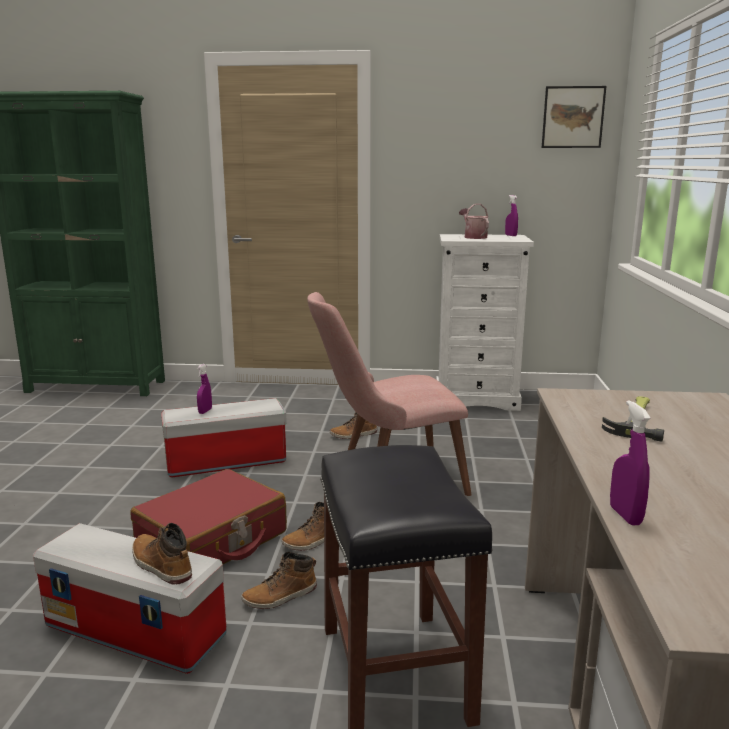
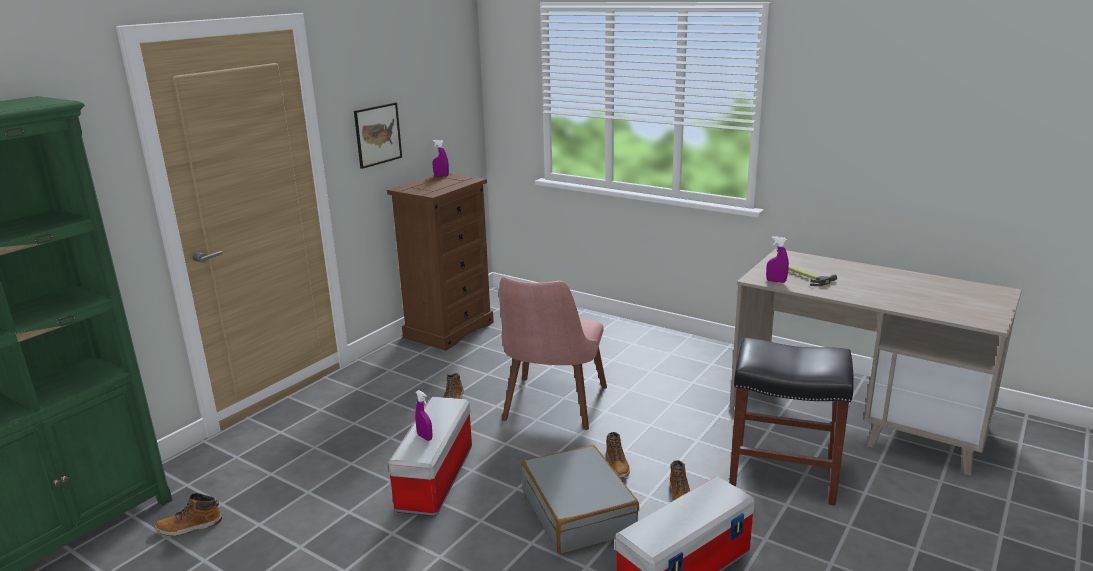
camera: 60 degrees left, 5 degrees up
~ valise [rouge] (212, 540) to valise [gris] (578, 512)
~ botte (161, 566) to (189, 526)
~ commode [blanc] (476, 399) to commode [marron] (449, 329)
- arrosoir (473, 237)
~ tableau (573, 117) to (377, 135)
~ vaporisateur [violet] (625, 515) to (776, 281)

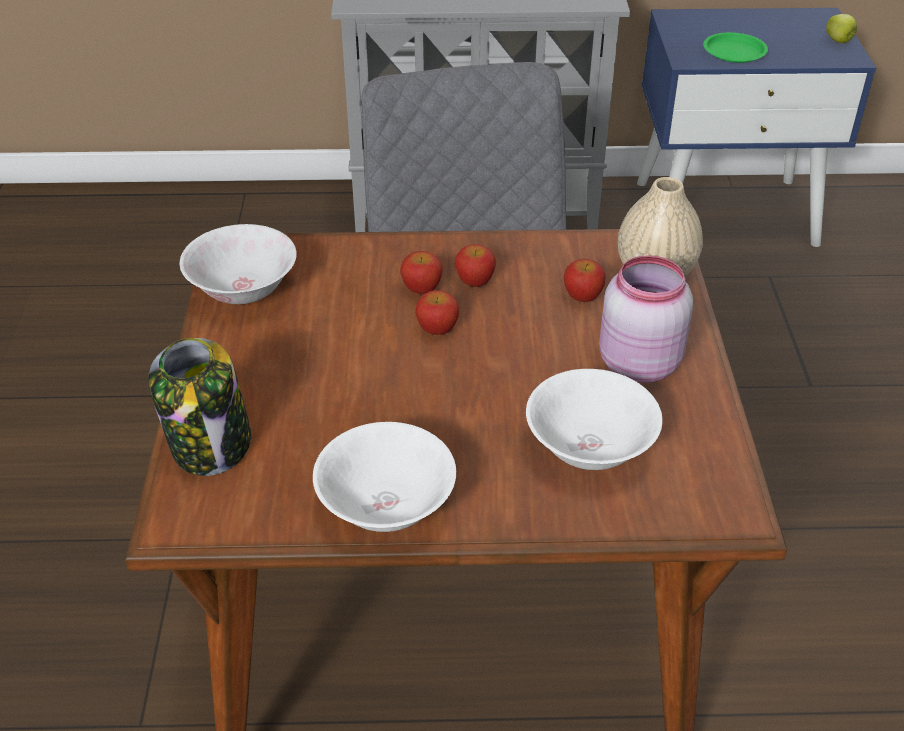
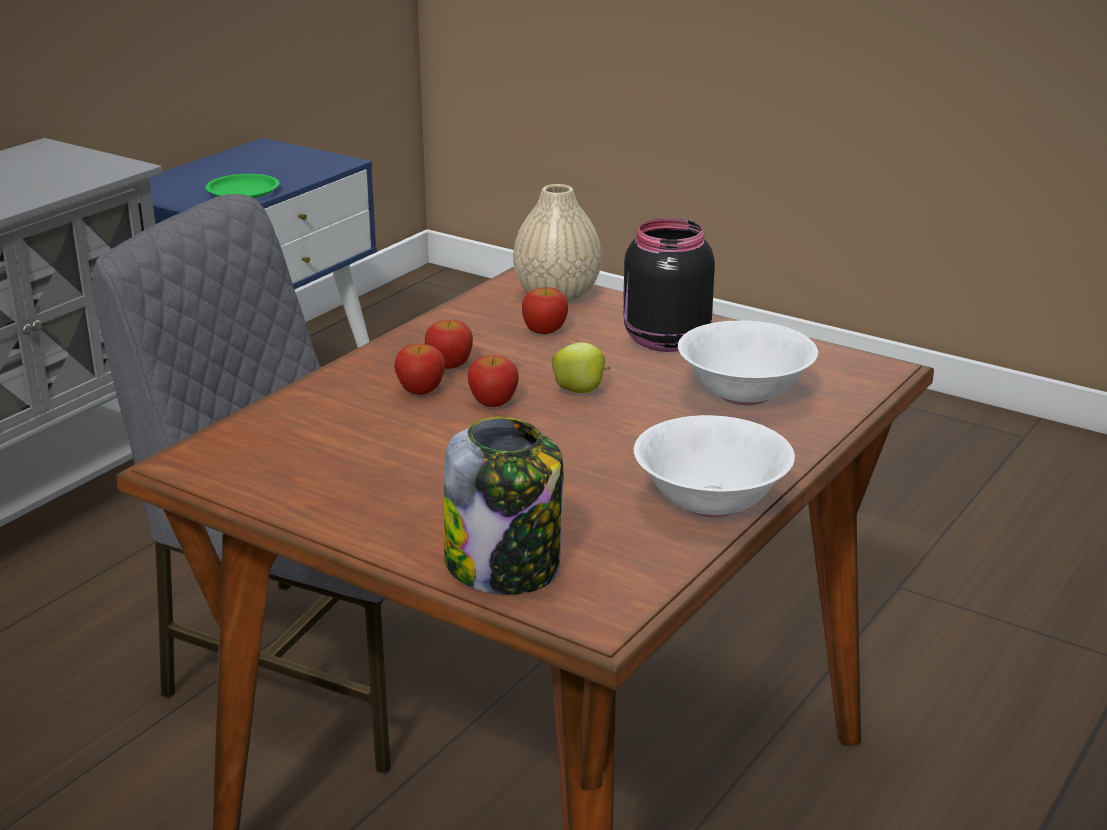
camera: 55 degrees left, 15 degrees down
- bol [blanc] (244, 290)
~ bocal [rose] (636, 363) to bocal [noir] (663, 341)
~ pomme (839, 41) to (580, 391)

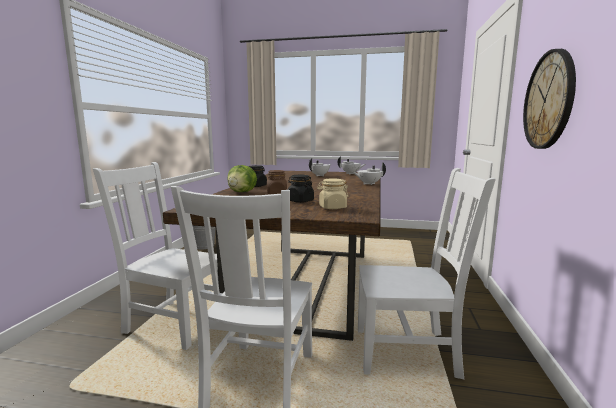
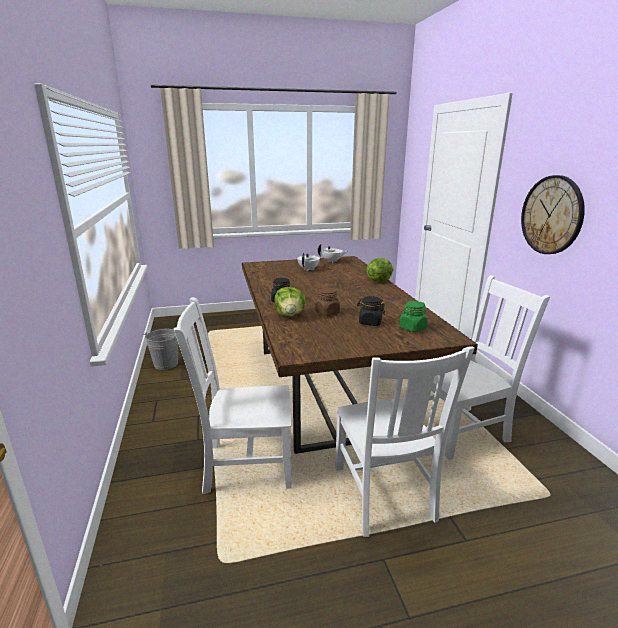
camera: 25 degrees left, 10 degrees up
~ bocal [beige] (332, 207) to bocal [vert] (412, 328)
~ théière [blanc] (368, 184) to laitue (379, 280)

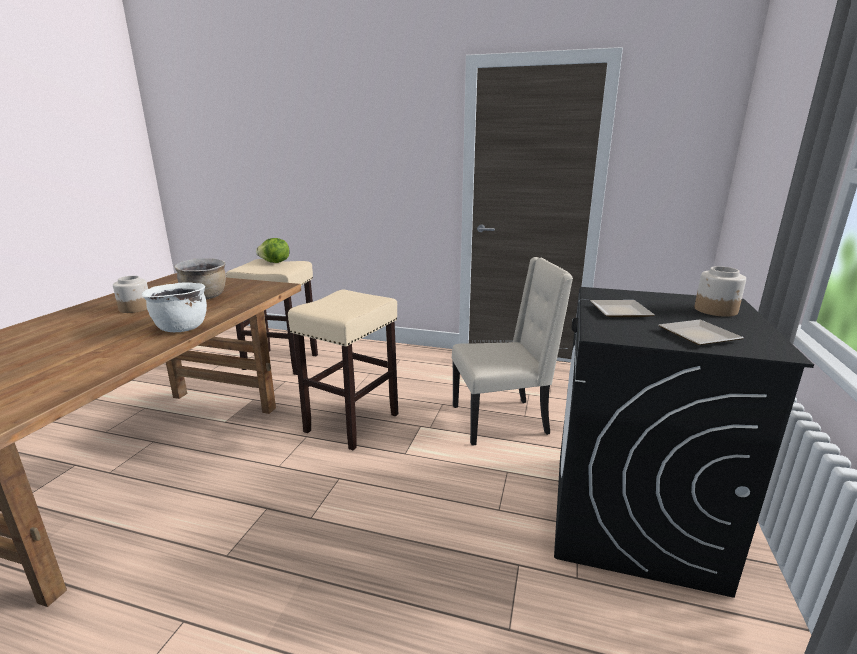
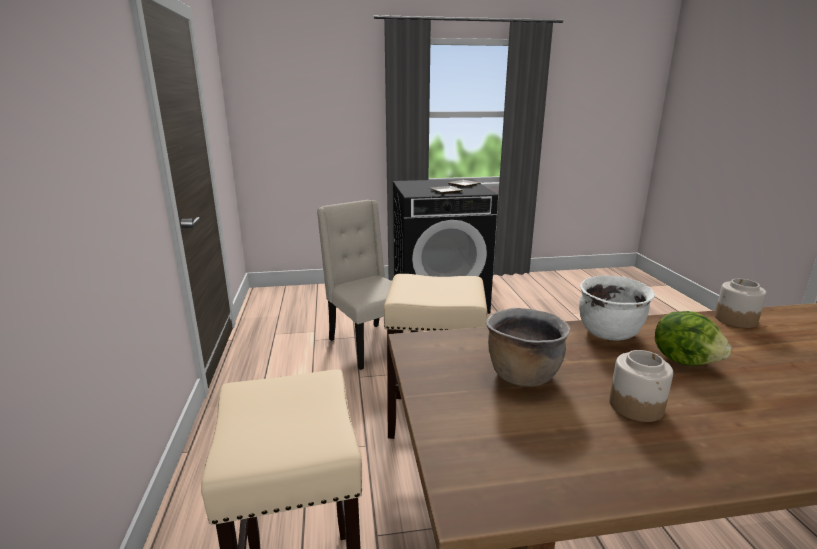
camera: 115 degrees left, 0 degrees up
~ laitue (275, 262) to (685, 360)
~ bocal (716, 310) to (735, 319)

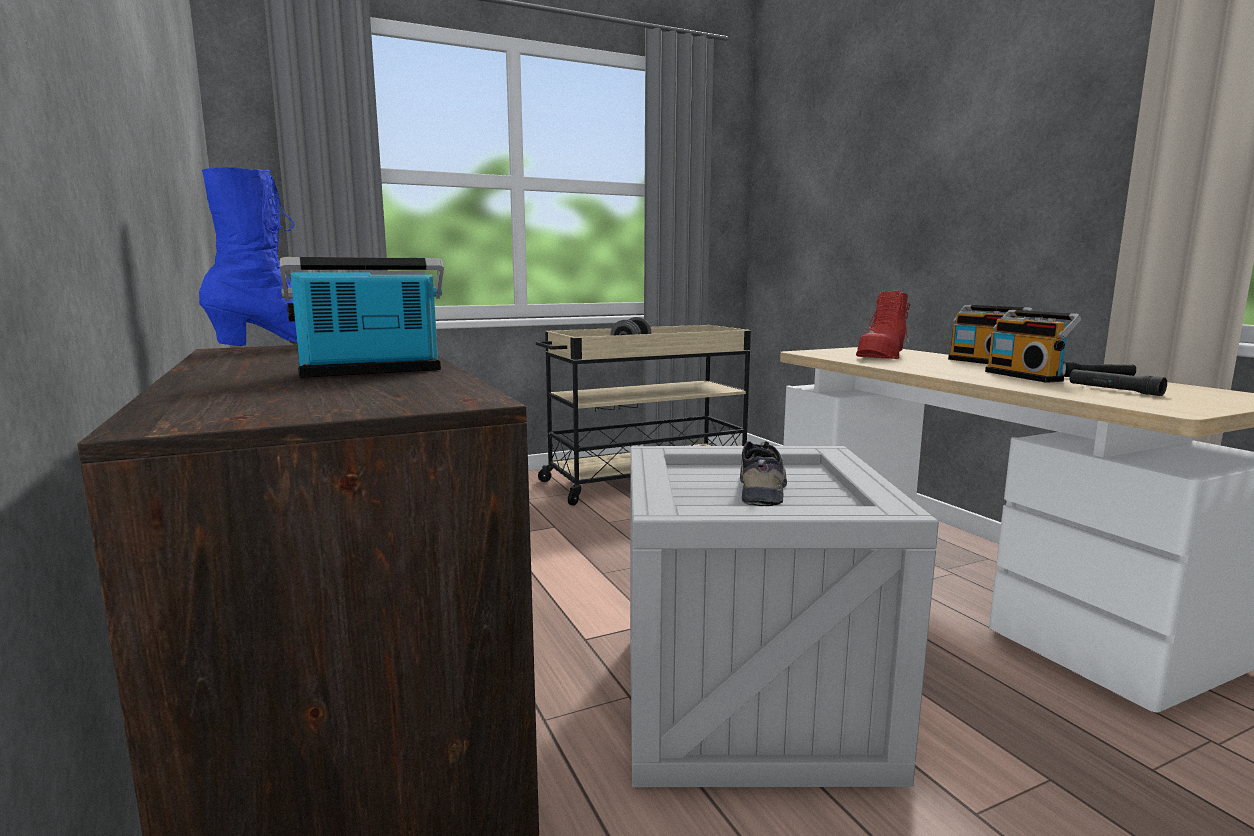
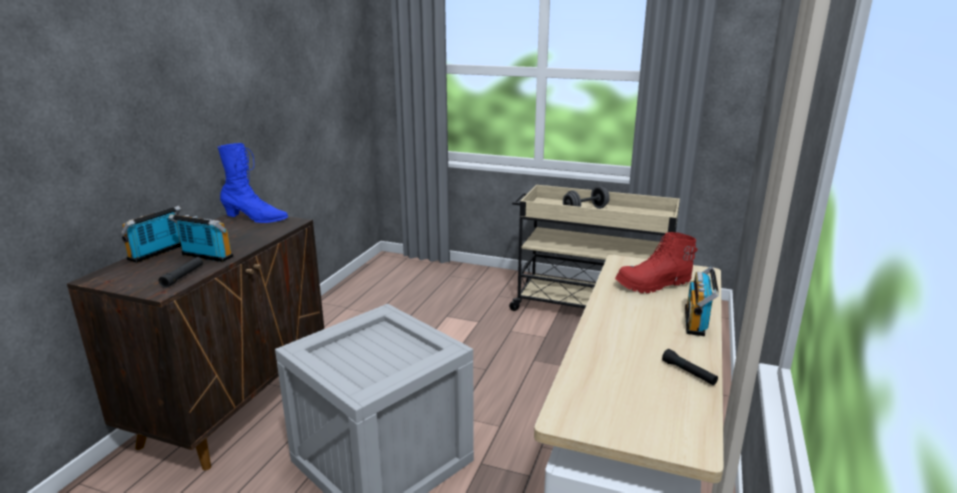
camera: 45 degrees right, 10 degrees up
- chaussure (764, 488)
~ radio (1026, 376) to (157, 253)
~ lampe de poche [noir] (1114, 390) to (183, 276)

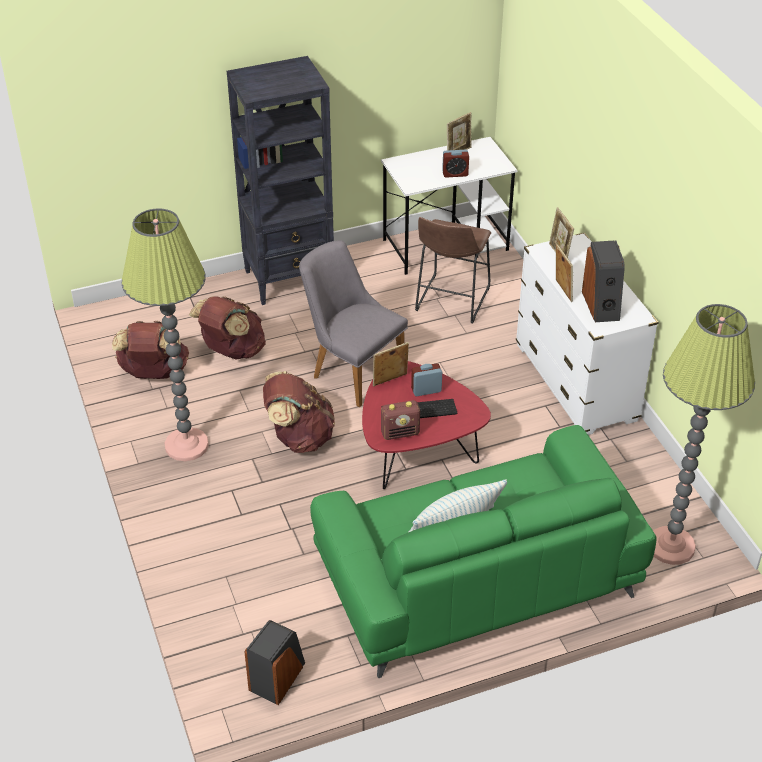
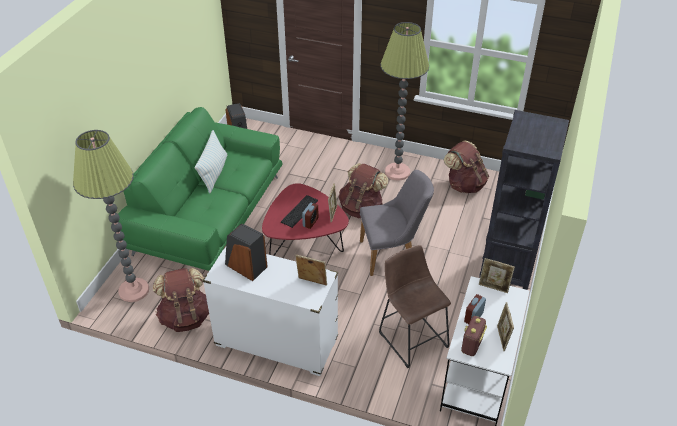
camera: 130 degrees right, 0 degrees up
~ sac à dos [marron] (232, 351) to (186, 317)
~ radio (400, 433) to (471, 345)
~ cadre photo (562, 291) to (493, 287)

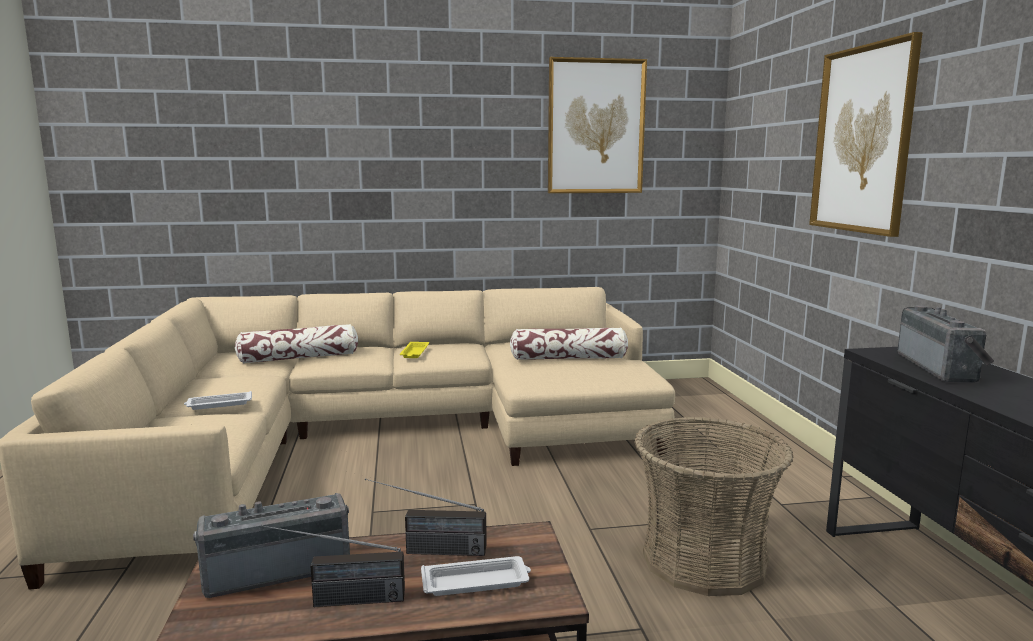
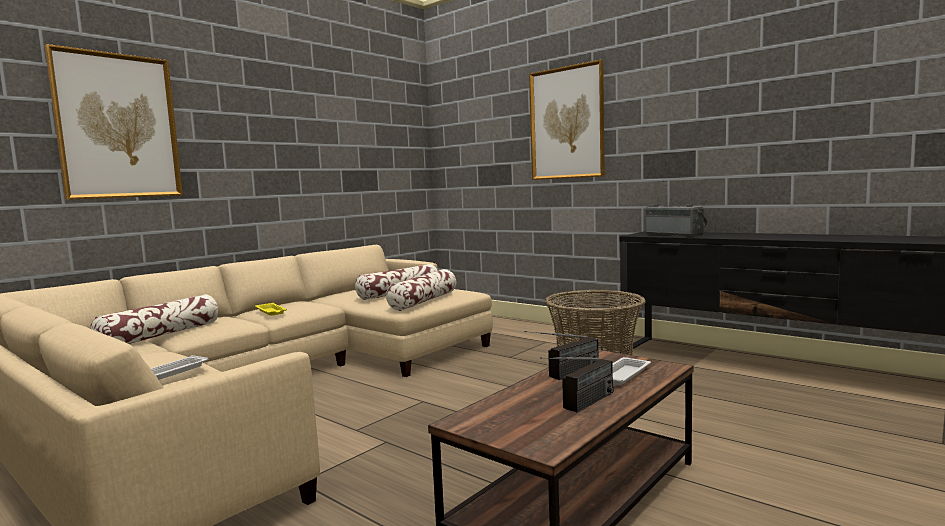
camera: 40 degrees left, 5 degrees down
- radio (278, 569)
~ tableau (595, 127) to (118, 126)
+ coussin (424, 301)

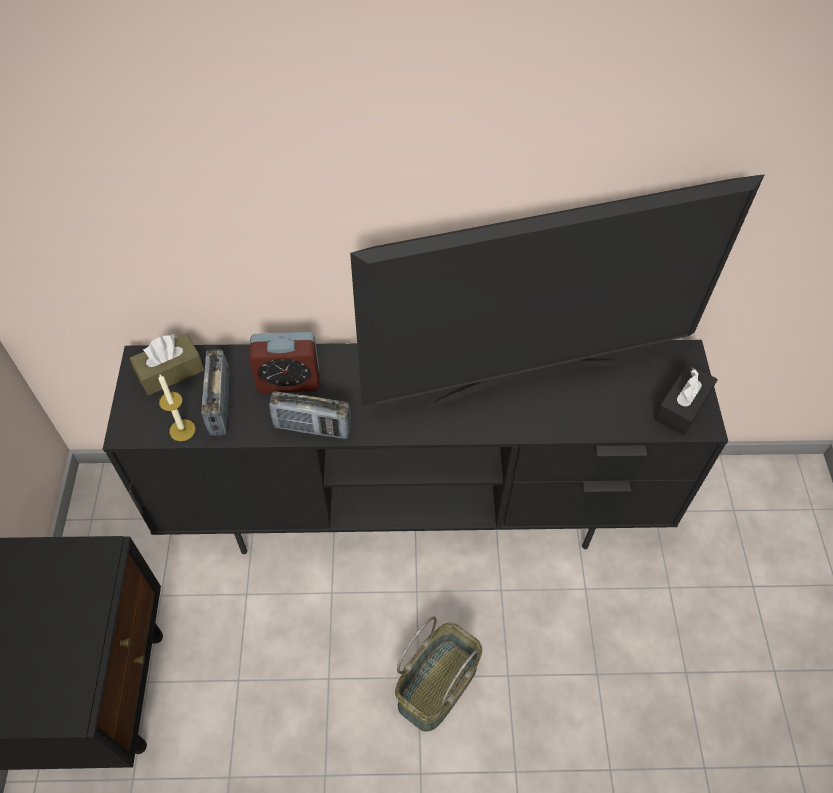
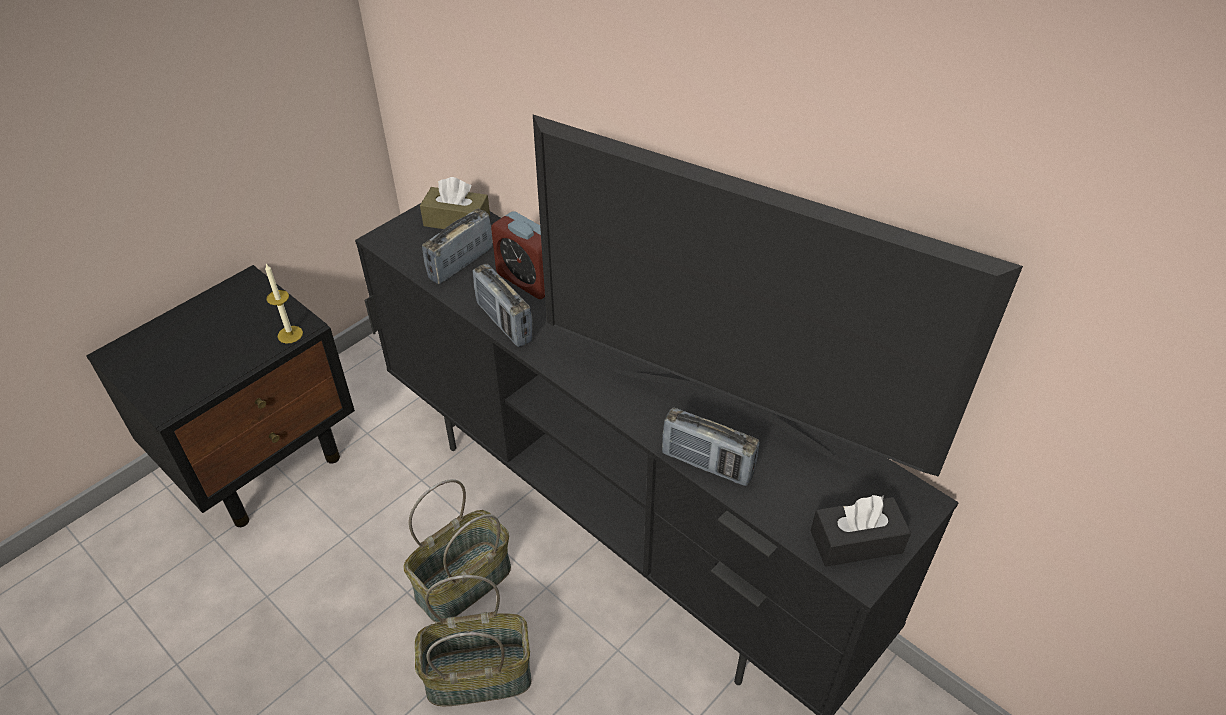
camera: 45 degrees right, 10 degrees down
~ bougie (182, 430) to (290, 334)
+ panier (463, 583)
+ radio (707, 464)

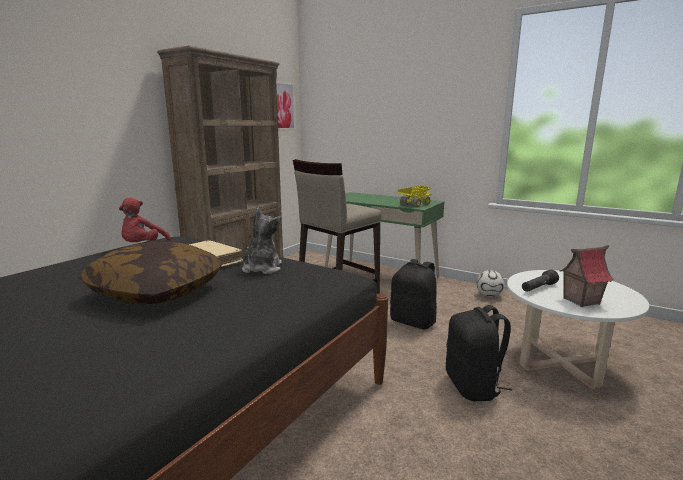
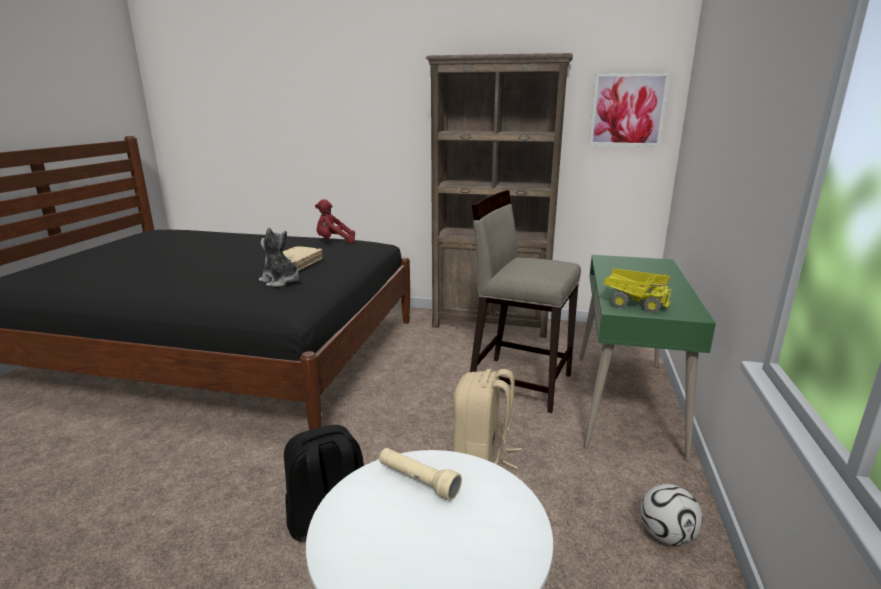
camera: 70 degrees right, 5 degrees up
- coussin (156, 292)
~ peluche (261, 269) = (280, 281) 135 degrees counterclockwise
~ sac à dos [noir] (413, 322) to sac à dos [beige] (482, 455)
~ lampe de poche [noir] (538, 288) to lampe de poche [beige] (418, 481)
- maison miniature (580, 301)

